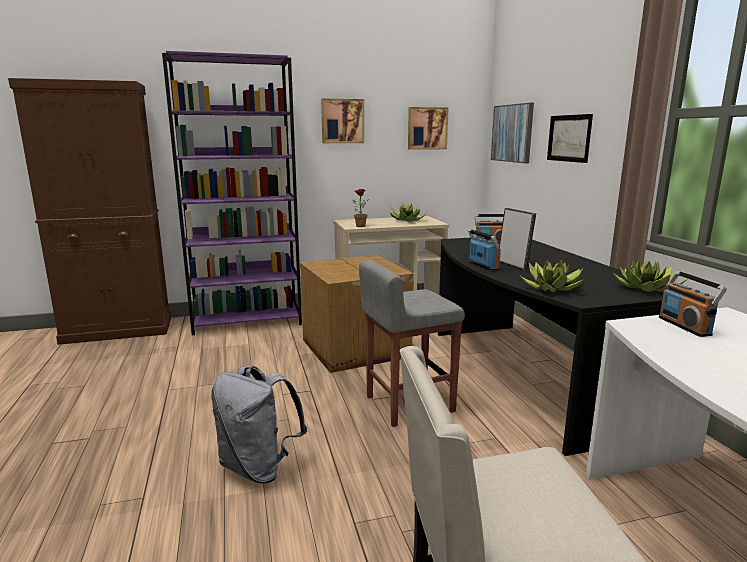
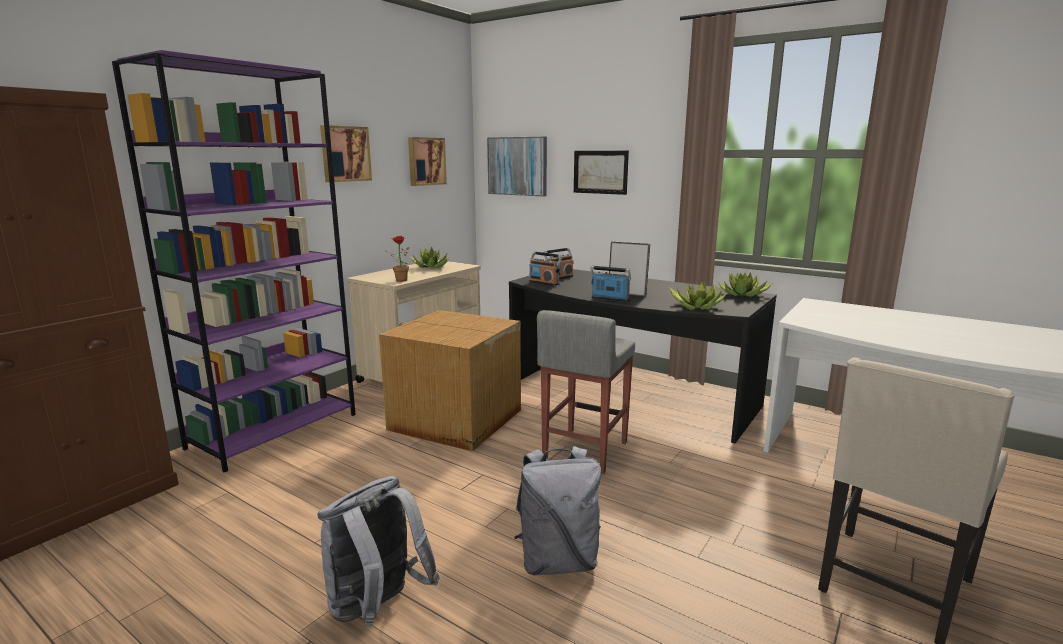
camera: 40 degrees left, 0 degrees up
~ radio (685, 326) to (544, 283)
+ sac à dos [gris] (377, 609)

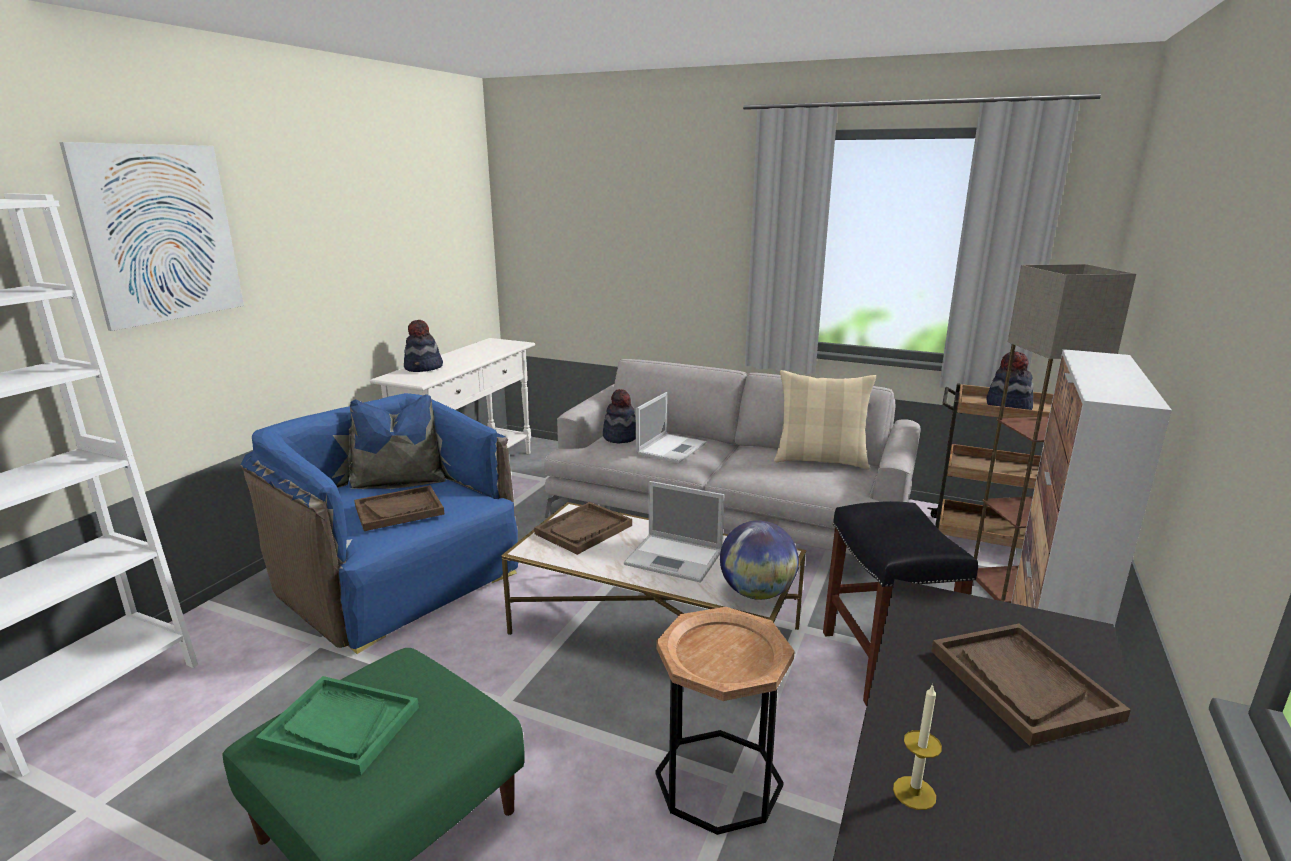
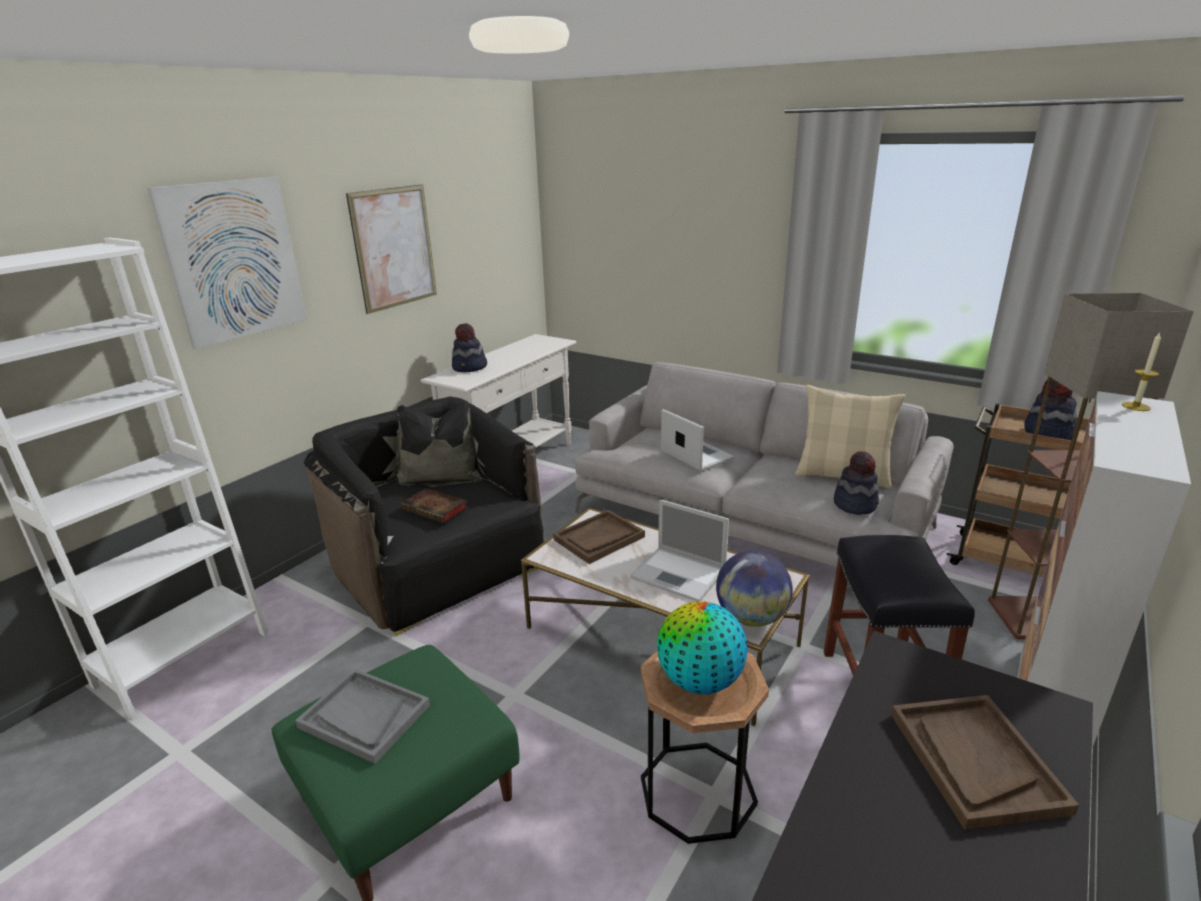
camera: 10 degrees right, 5 degrees up
~ fauteuil [bleu] (397, 579) to fauteuil [noir] (438, 565)
~ plateau [vert] (340, 726) to plateau [gris] (364, 716)
~ plateau [marron] (399, 510) to livre (436, 509)
~ chapeau (620, 437) to (855, 504)
~ ordinateur portable (671, 448) = (695, 455) 75 degrees counterclockwise
~ bougie (914, 793) to (1135, 406)
+ tableau (394, 248)
+ globe (699, 681)

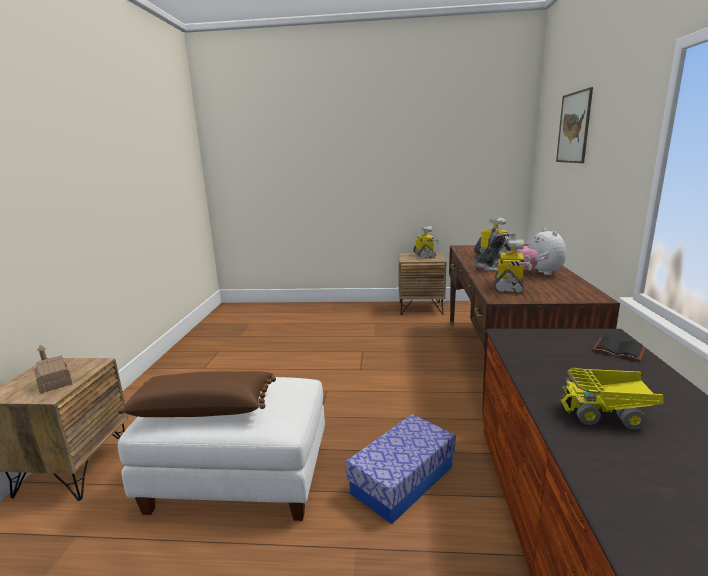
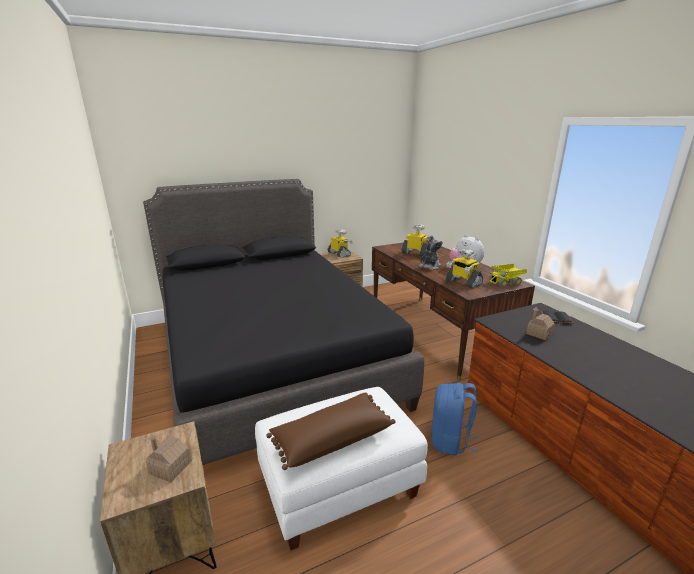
camera: 30 degrees left, 5 degrees up
~ boîte de rangement (402, 480) to sac à dos [bleu] (450, 441)
~ robot jouet (509, 287) = (463, 282) 150 degrees clockwise
- tableau (573, 127)
~ camion jouet (607, 414) to (506, 282)
+ lit [noir] (271, 359)
+ maison miniature (539, 333)

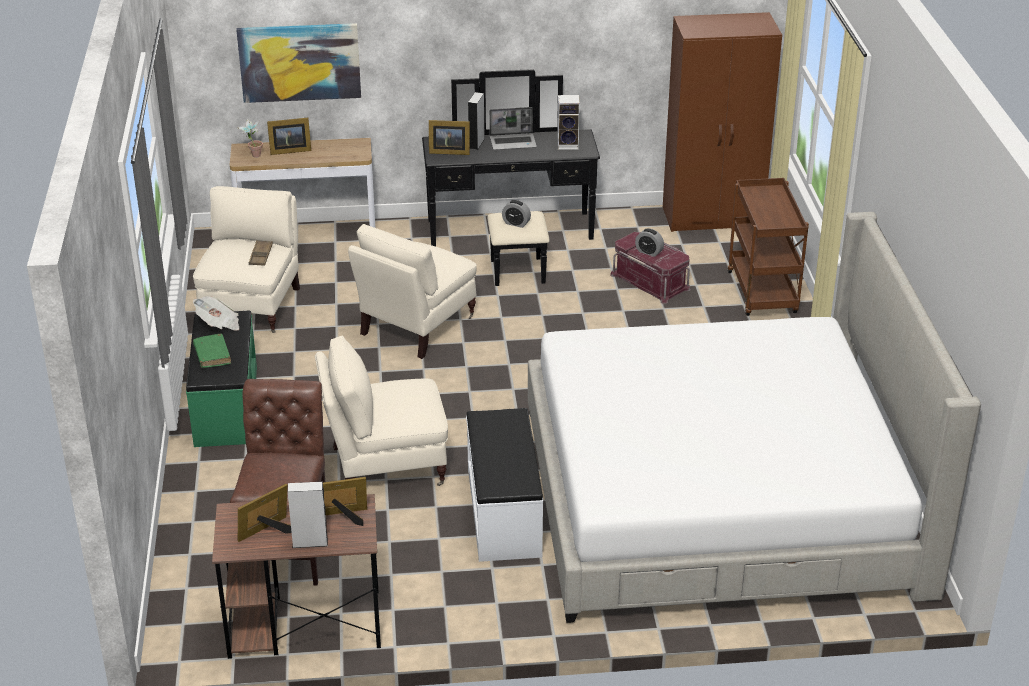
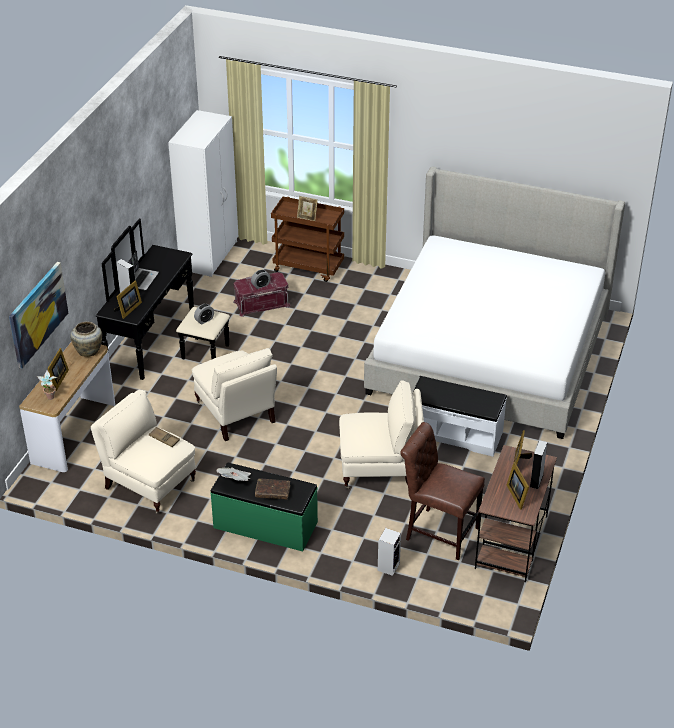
camera: 65 degrees left, 5 degrees up
~ livre [vert] (212, 355) to livre [marron] (272, 492)
~ fauteuil [beige] (384, 466) = (380, 469) 105 degrees counterclockwise
~ enceinte (568, 145) to (388, 566)
~ armoire [marron] (713, 217) to armoire [blanc] (210, 255)
+ vase [beige] (88, 351)
+ cadre photo (307, 218)

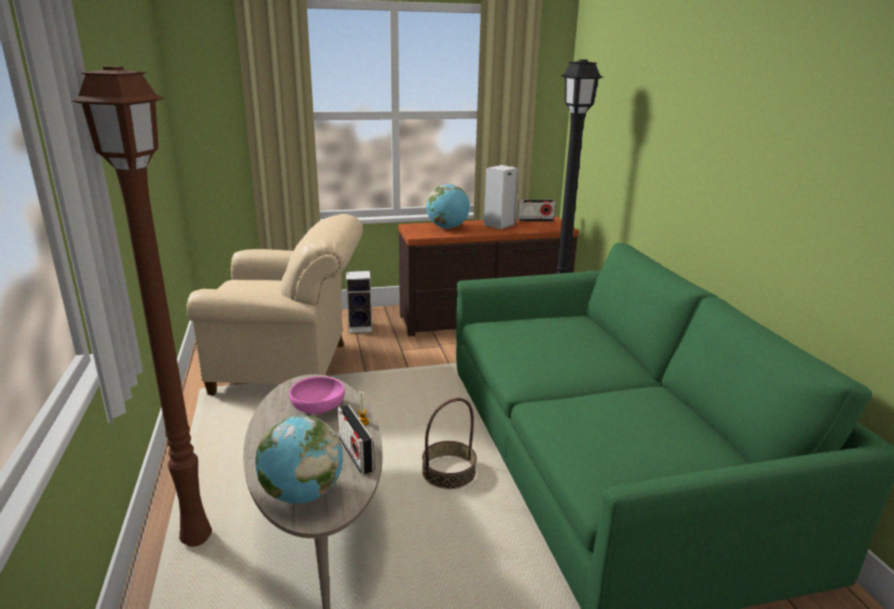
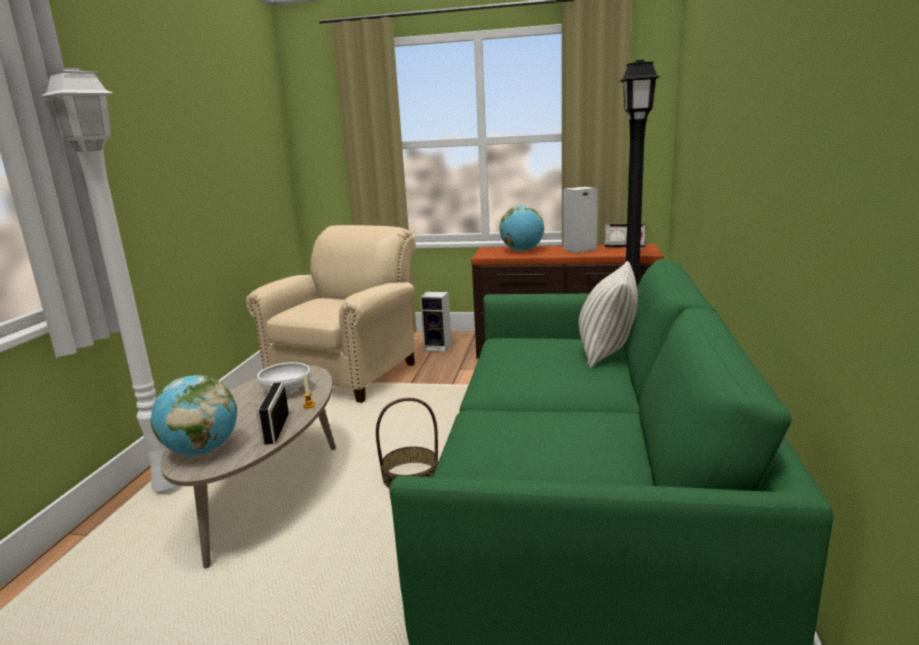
camera: 25 degrees right, 5 degrees down
~ lampadaire [marron] (199, 538) to lampadaire [blanc] (169, 489)
~ fauteuil [beige] (289, 368) = (349, 373) 90 degrees counterclockwise
~ bol [rose] (318, 408) to bol [blanc] (286, 390)
+ coussin (606, 352)

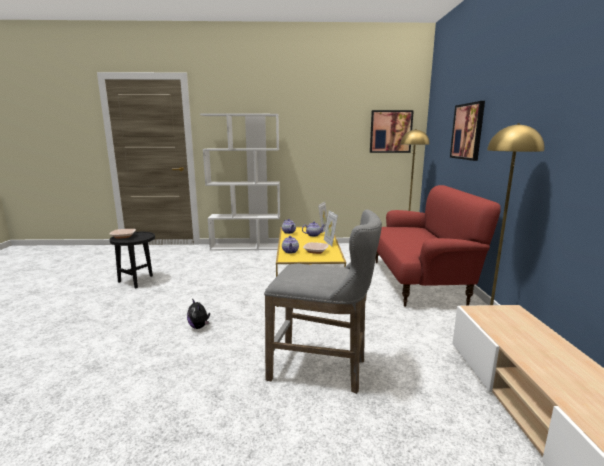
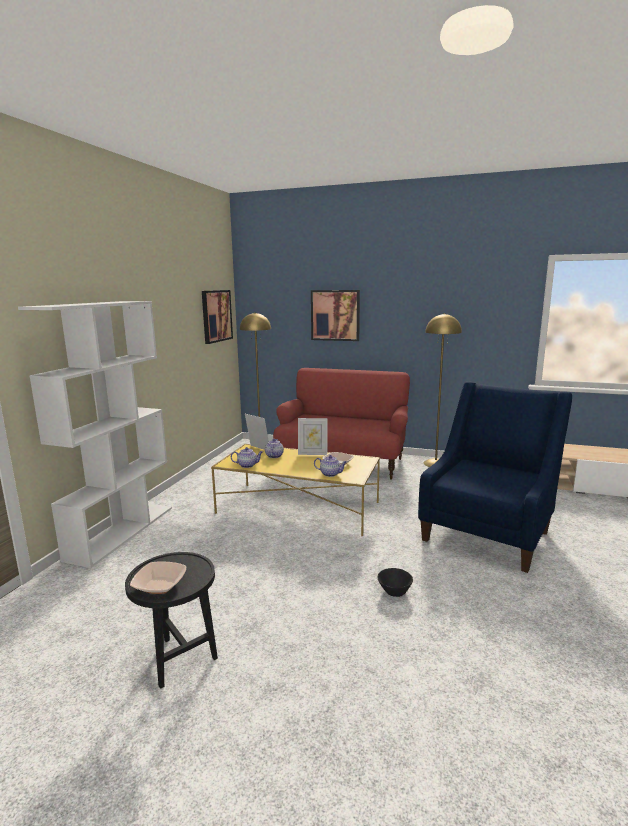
camera: 70 degrees left, 0 degrees up
~ peluche (199, 327) to bol [noir] (394, 591)
~ tabouret [gris] (323, 369) to fauteuil [bleu] (488, 532)

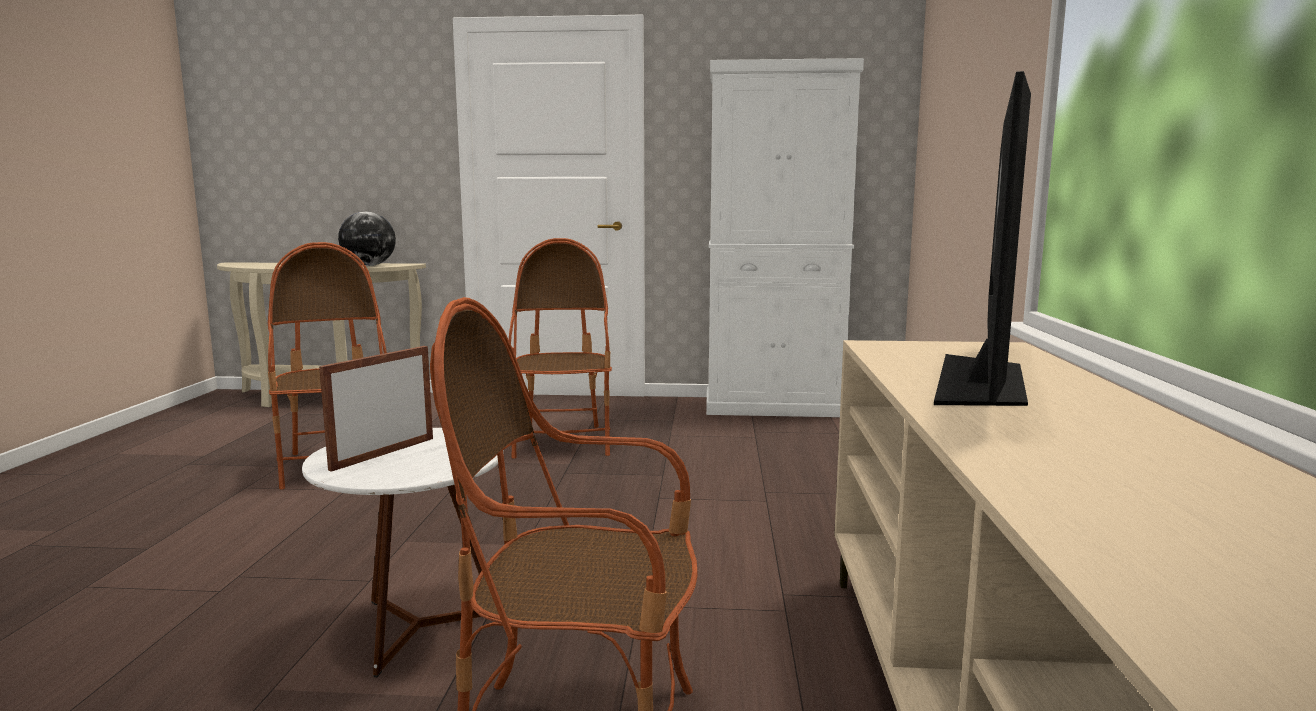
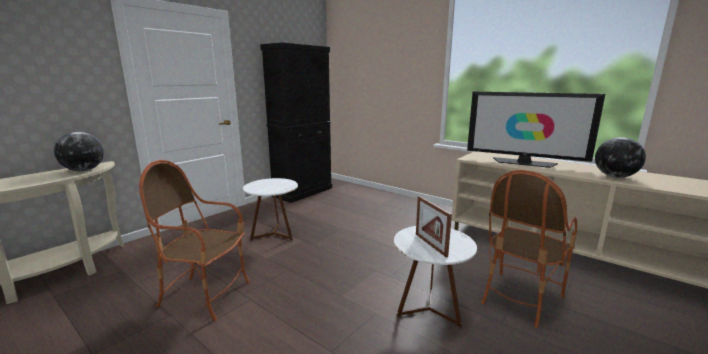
camera: 55 degrees left, 5 degrees up
~ fauteuil (563, 442) to table d'appoint [blanc] (274, 234)
~ meuble de rangement [blanc] (774, 407) to meuble de rangement [noir] (303, 192)
~ téléviseur (980, 381) = (524, 163) 150 degrees clockwise
+ globe (614, 176)

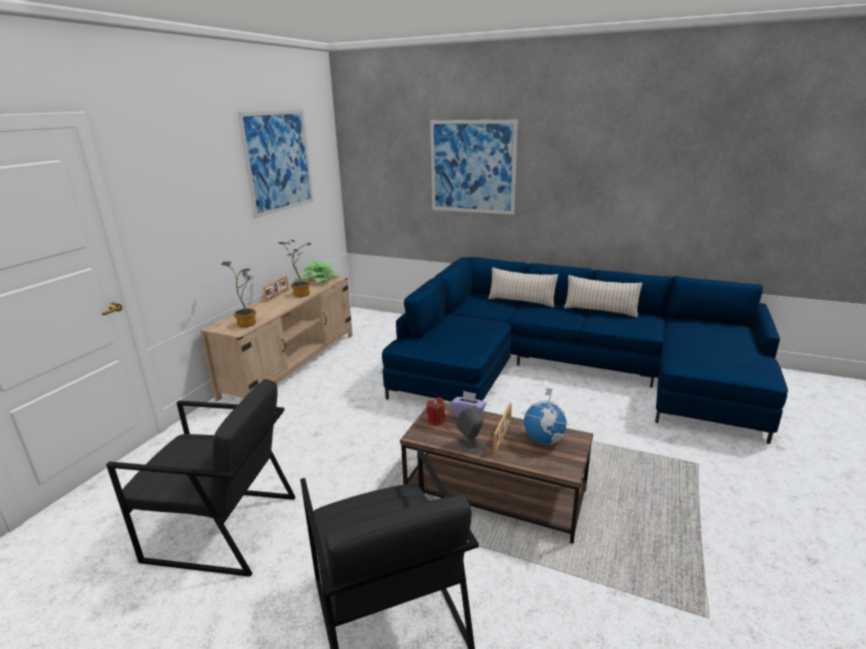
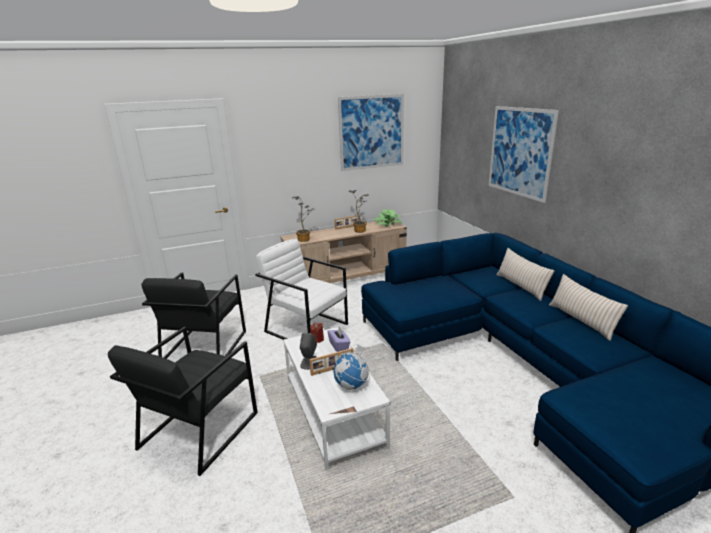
camera: 45 degrees right, 0 degrees up
~ fauteuil [noir] (222, 528) = (204, 347) 45 degrees clockwise
~ table basse [marron] (496, 492) to table basse [blanc] (334, 411)
+ fauteuil [blanc] (306, 327)

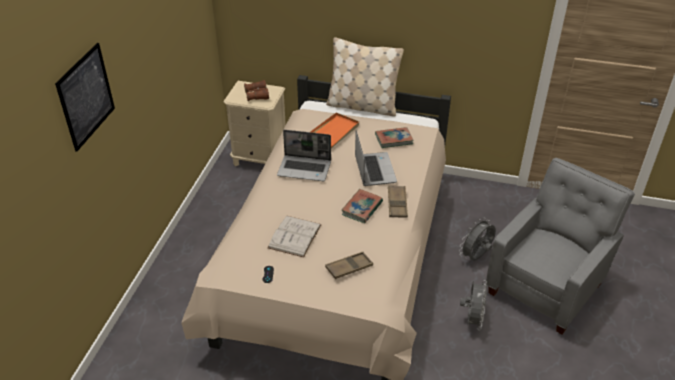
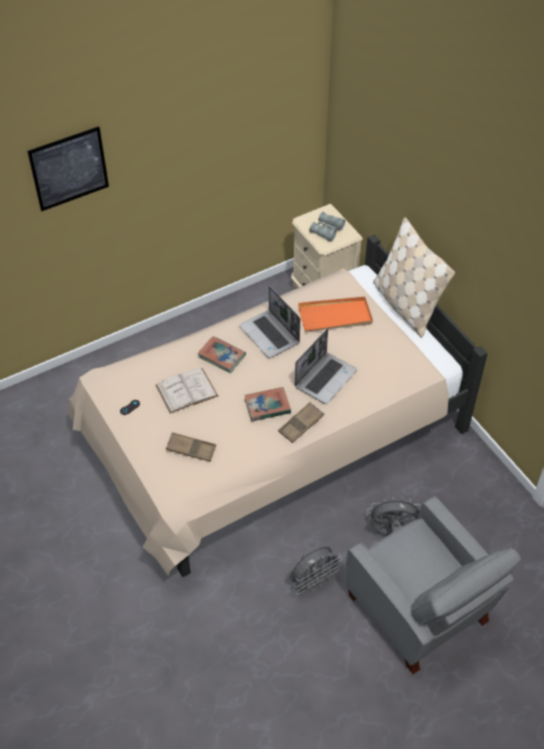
camera: 45 degrees right, 10 degrees up
~ jumelles [marron] (257, 95) to jumelles [gris] (327, 231)
~ livre (394, 139) to (221, 356)
~ fauteuil [gris] (547, 286) = (420, 612) 60 degrees clockwise

